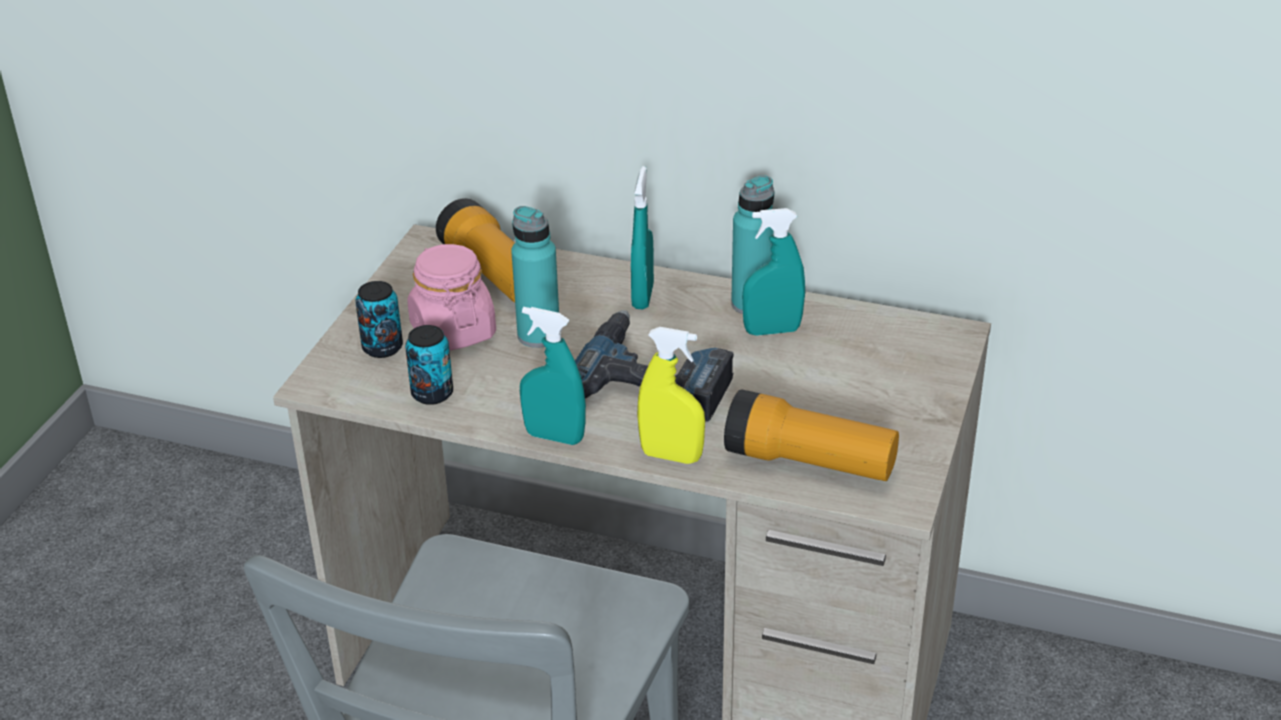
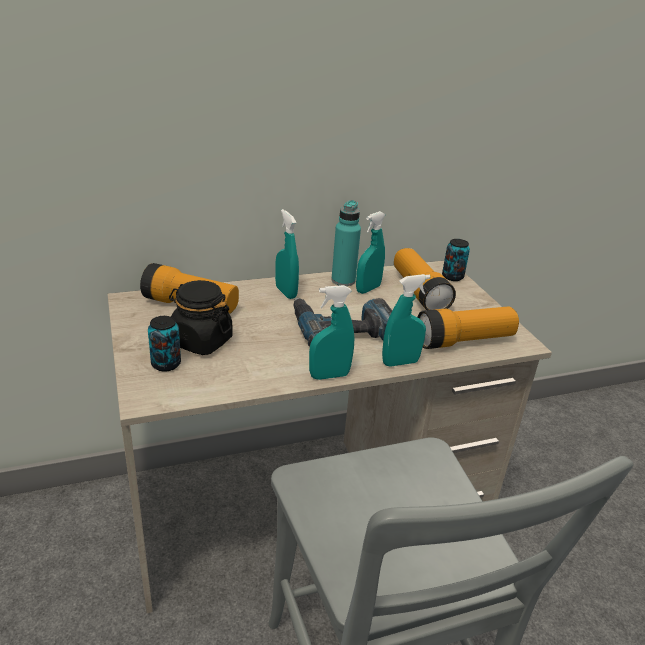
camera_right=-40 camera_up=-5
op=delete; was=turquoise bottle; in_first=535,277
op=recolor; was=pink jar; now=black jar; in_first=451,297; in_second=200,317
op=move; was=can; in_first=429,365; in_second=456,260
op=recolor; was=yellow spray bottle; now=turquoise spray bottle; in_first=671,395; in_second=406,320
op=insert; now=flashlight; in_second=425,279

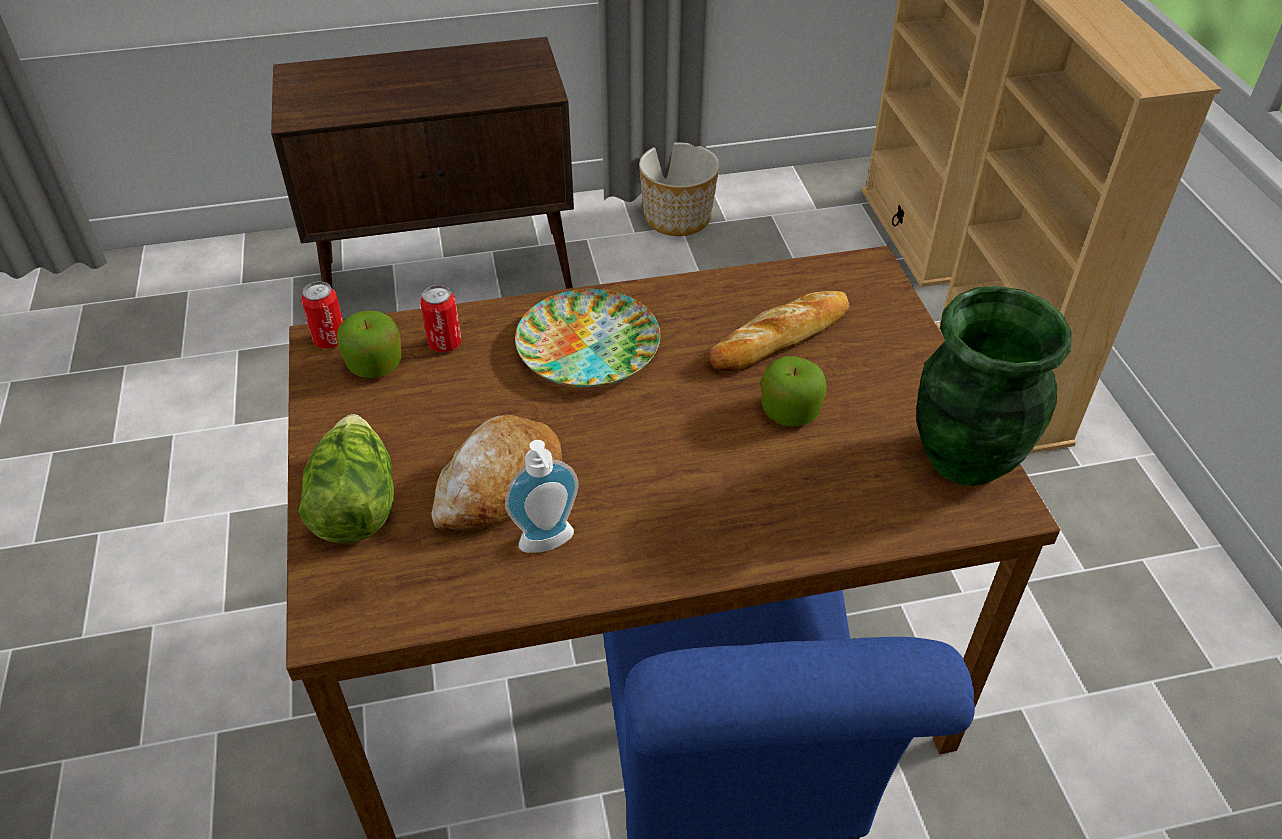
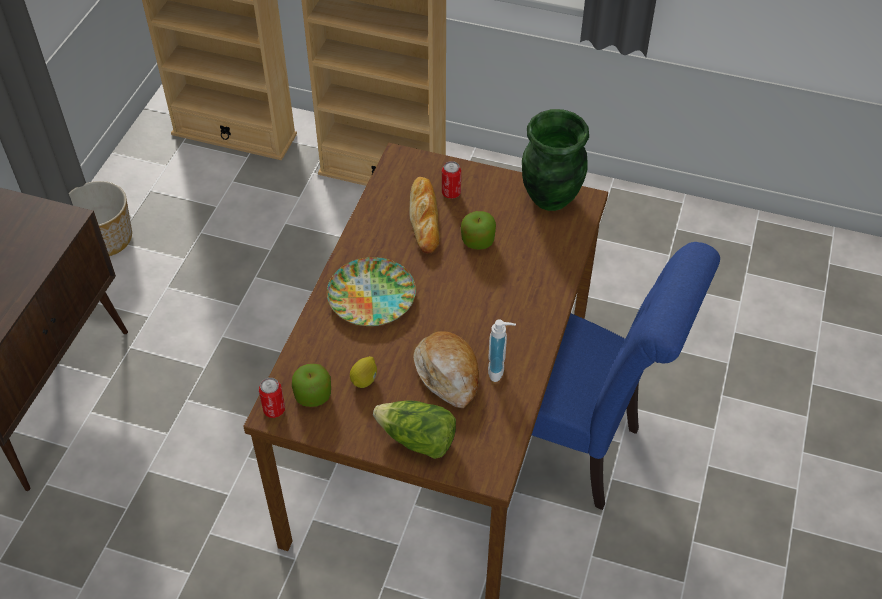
camera_right=-60 camera_up=5
op=move; was=can; in_first=440,318; in_second=451,180
op=insert; now=lemon; in_second=363,372

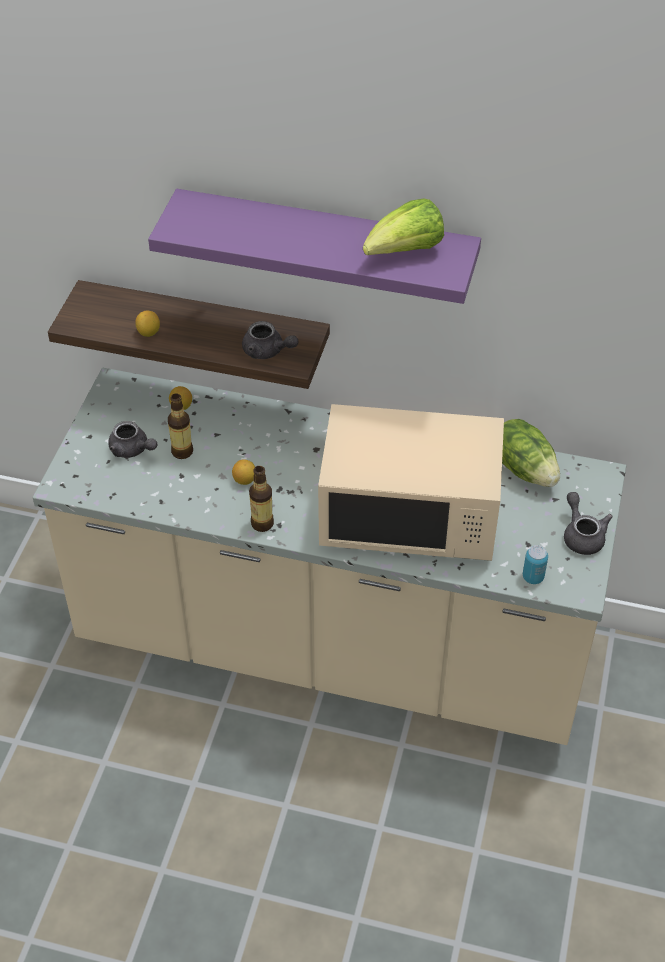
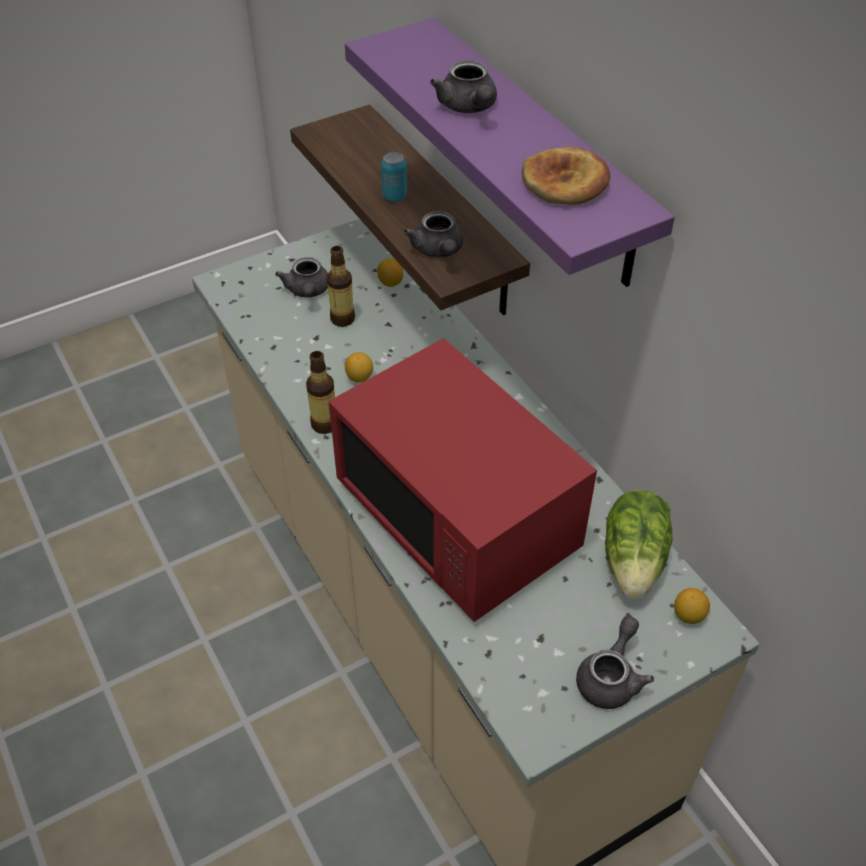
camera_right=45 camera_up=0
op=replace; was=lettuce; now=bread; in_first=403,227; in_second=566,176
op=move; was=lemon; in_first=147,324; in_second=692,606
op=recolor; was=beige microwave; now=red microwave; in_first=411,482; in_second=463,480
op=move; was=can; in_first=535,564; in_second=394,176
op=insert; now=grey teapot; in_second=463,86

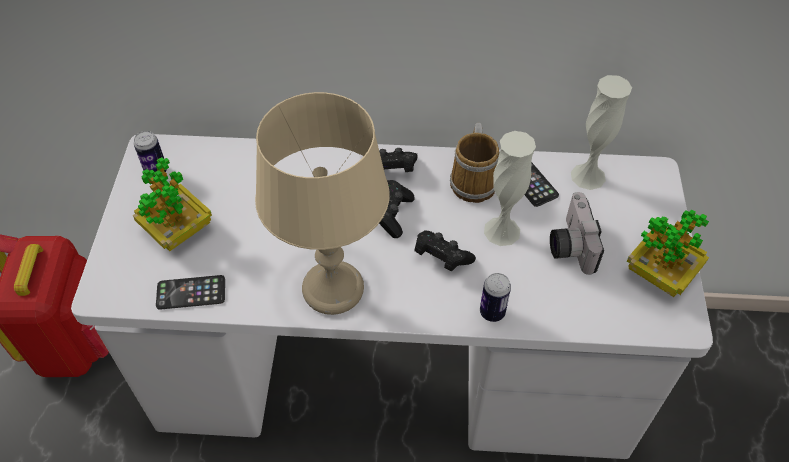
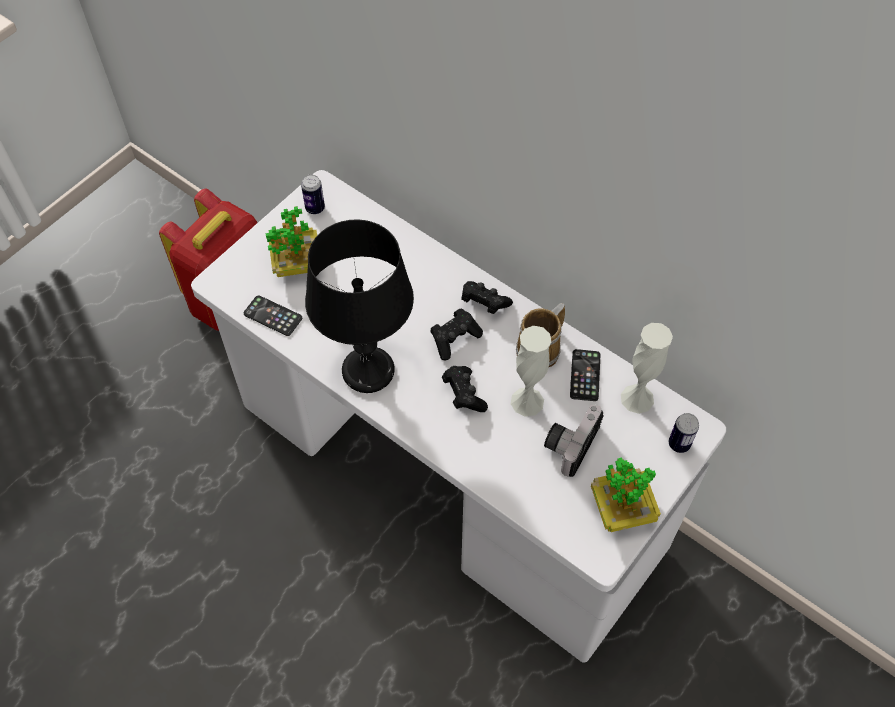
camera_right=35 camera_up=5
op=recolor; was=beige table lamp; now=black table lamp; in_first=322,203; in_second=359,306
op=move; was=can; in_first=495,297; in_second=684,433

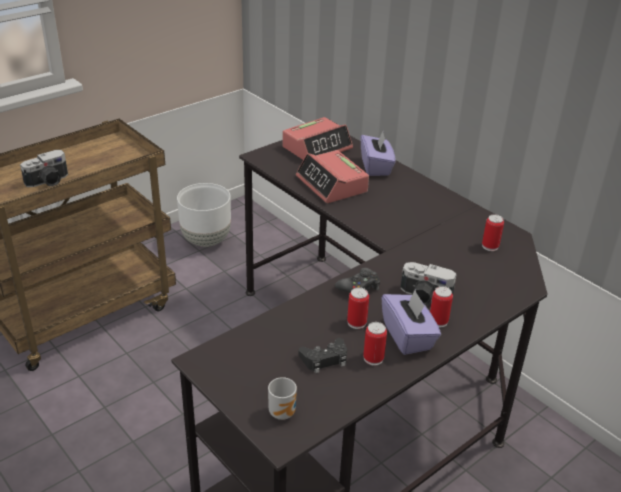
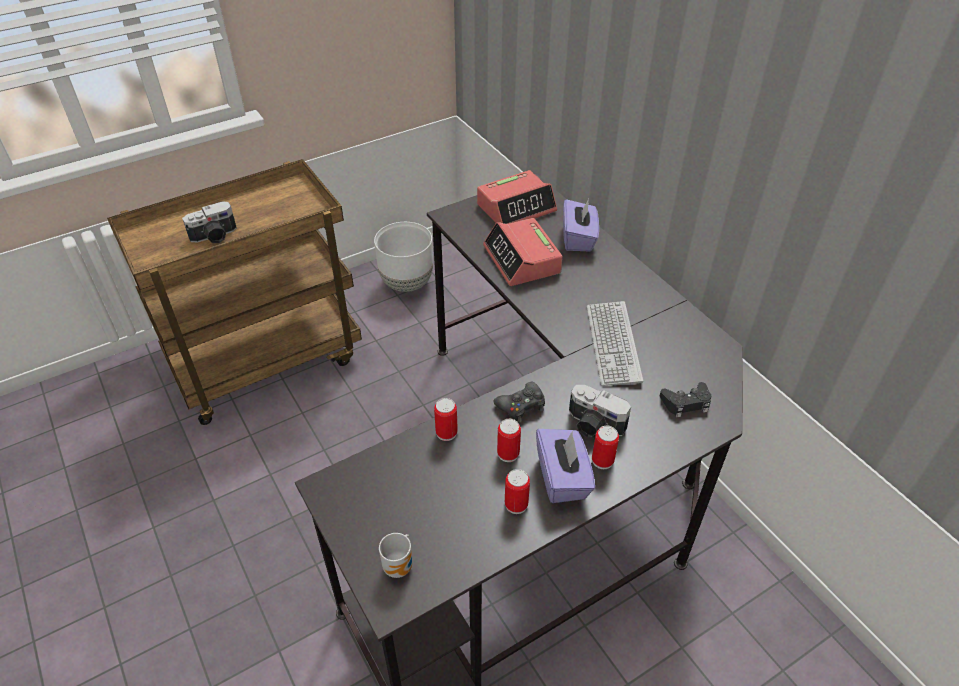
camera_right=10 camera_up=10
op=move; was=can; in_first=493,232; in_second=446,419
op=move; was=black game controller; in_first=322,355; in_second=685,399
op=insert; now=keyboard; in_second=615,343

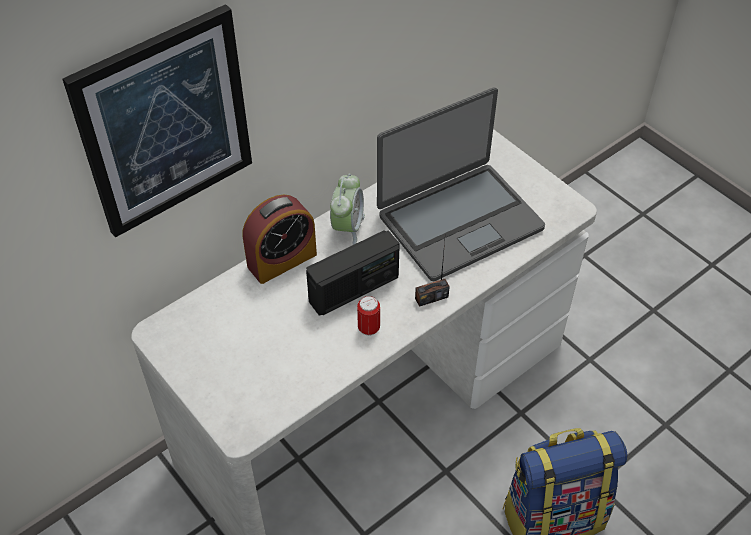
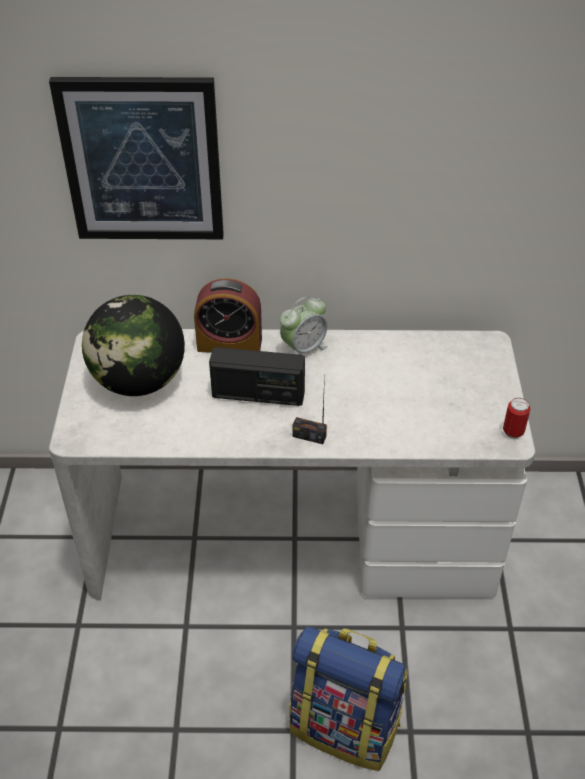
camera_right=40 camera_up=-5
op=delete; was=laptop; in_first=461,184
op=move; was=can; in_first=368,316; in_second=516,418
op=insert; now=globe; in_second=133,345

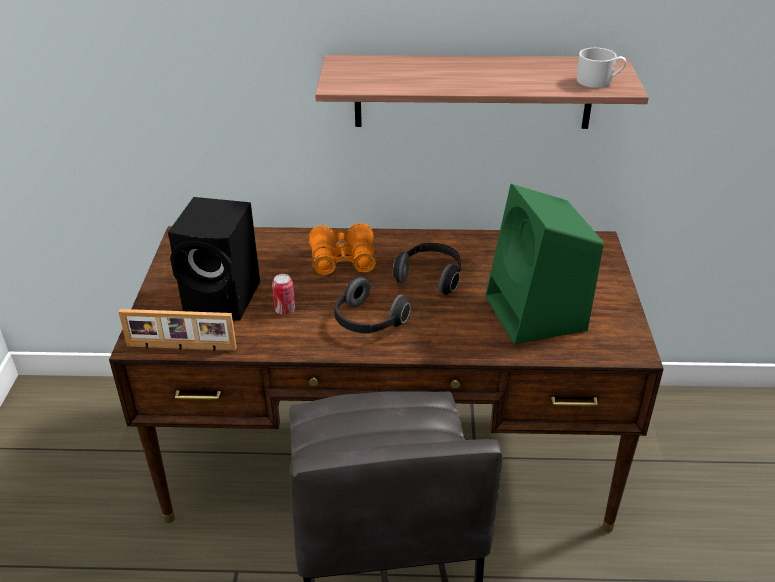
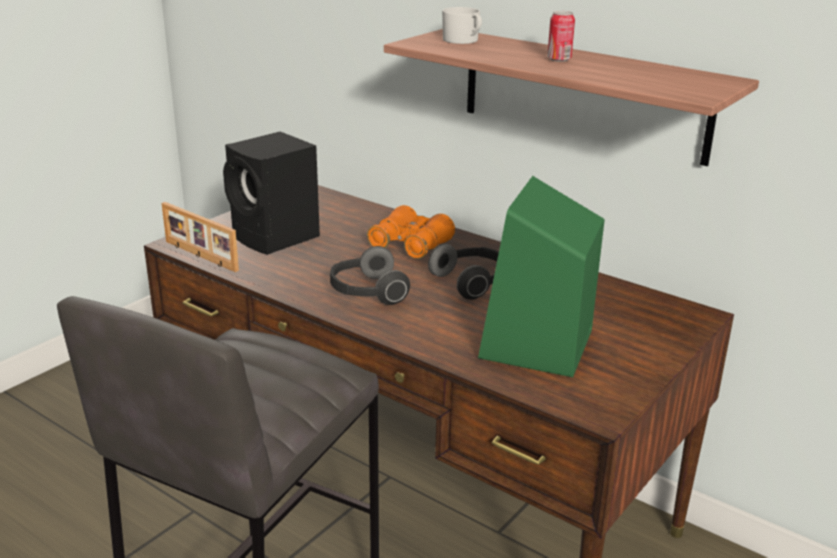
camera_right=35 camera_up=-10
op=move; was=white mug; in_first=601,68; in_second=462,25
op=move; was=can; in_first=283,294; in_second=561,36

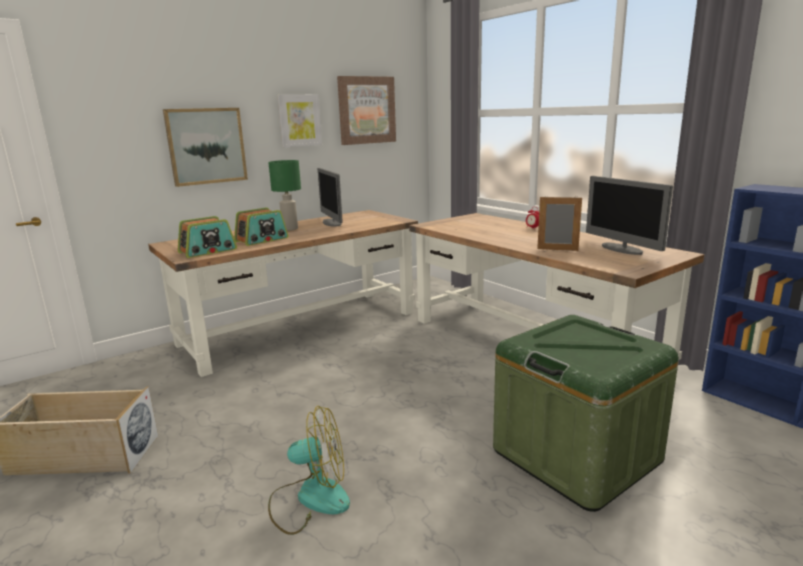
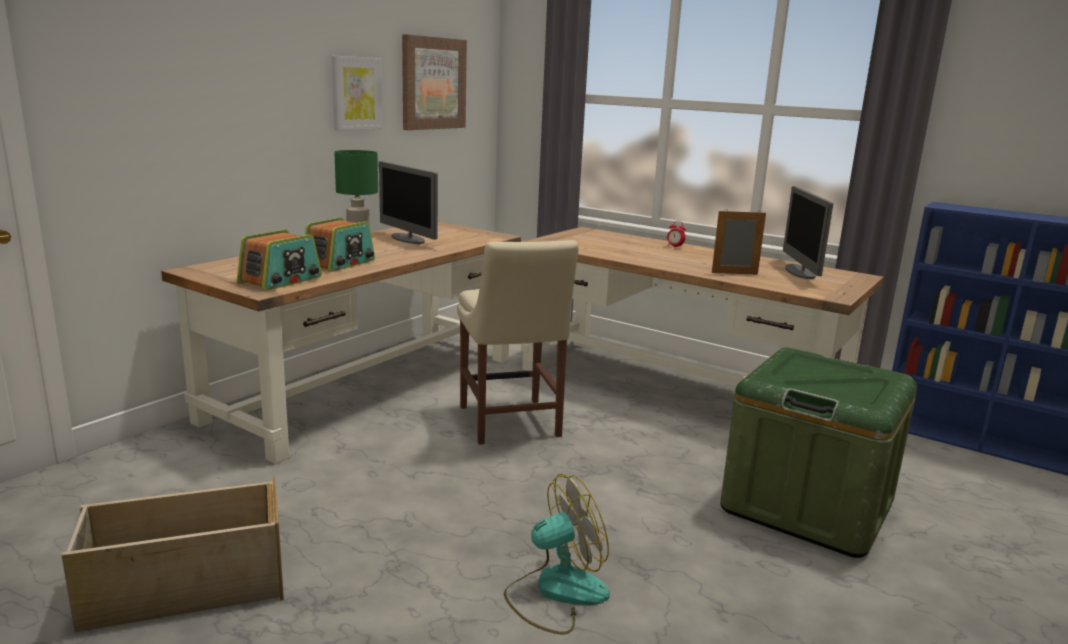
camera_right=-20 camera_up=0
op=delete; was=picture; in_first=205,147
op=rotate; was=monitor; in_first=629,215; in_second=808,232; clockwise=45
op=insert; now=beige chair; in_second=518,342

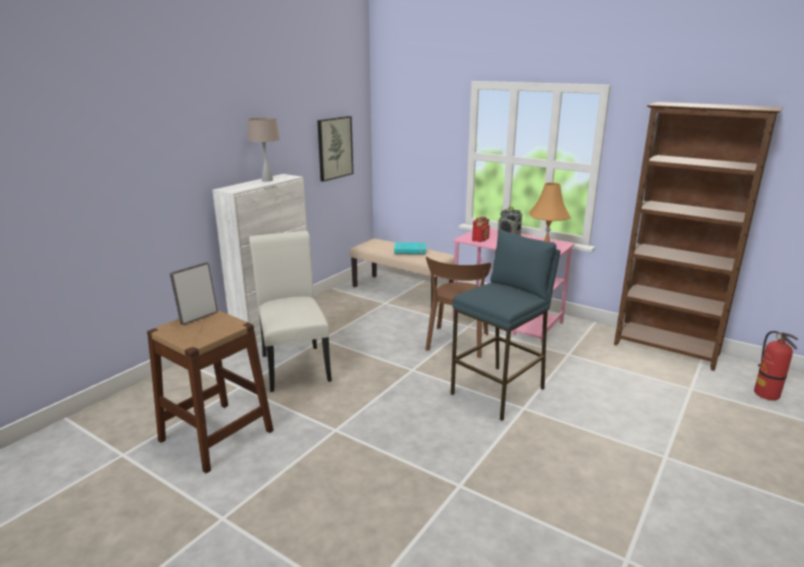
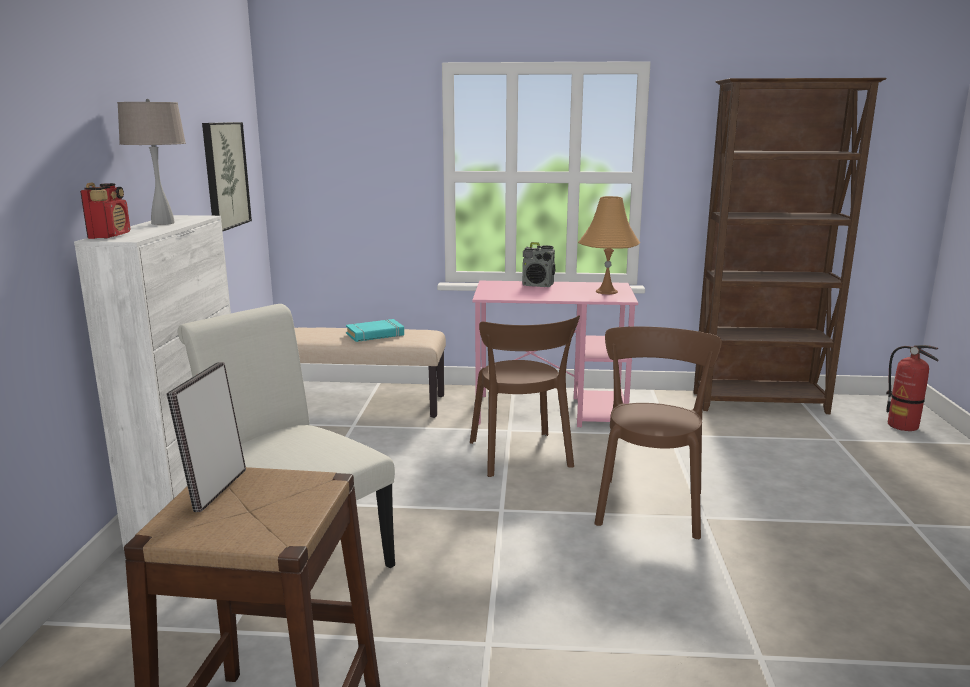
camera_right=-30 camera_up=-5
op=move; was=radio; in_first=481,229; in_second=105,211
op=replace; was=blue stool; now=brown chair; in_first=505,325; in_second=658,432

